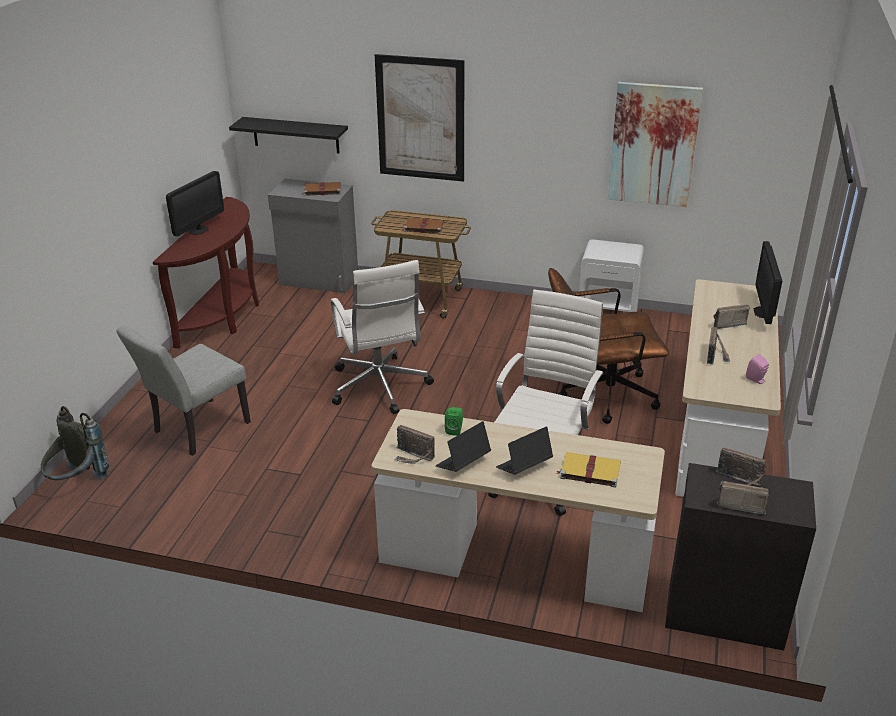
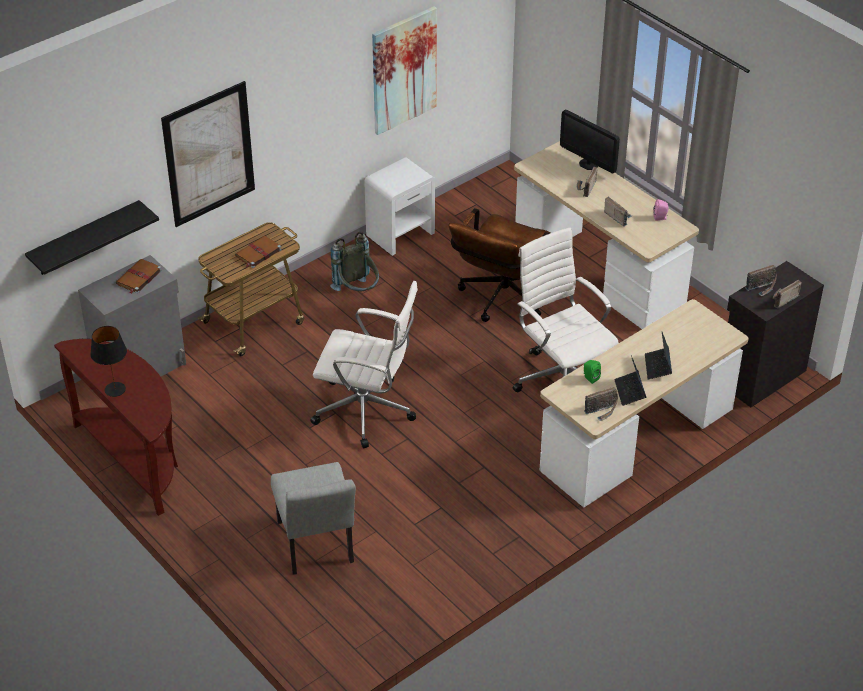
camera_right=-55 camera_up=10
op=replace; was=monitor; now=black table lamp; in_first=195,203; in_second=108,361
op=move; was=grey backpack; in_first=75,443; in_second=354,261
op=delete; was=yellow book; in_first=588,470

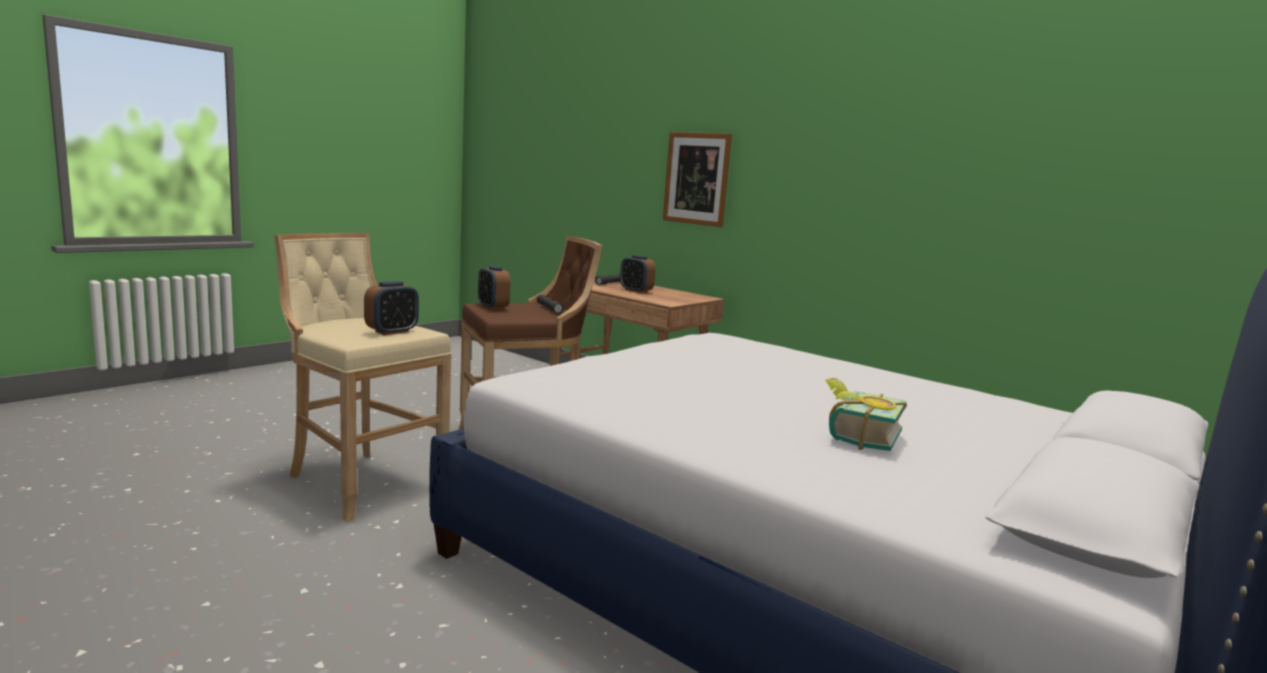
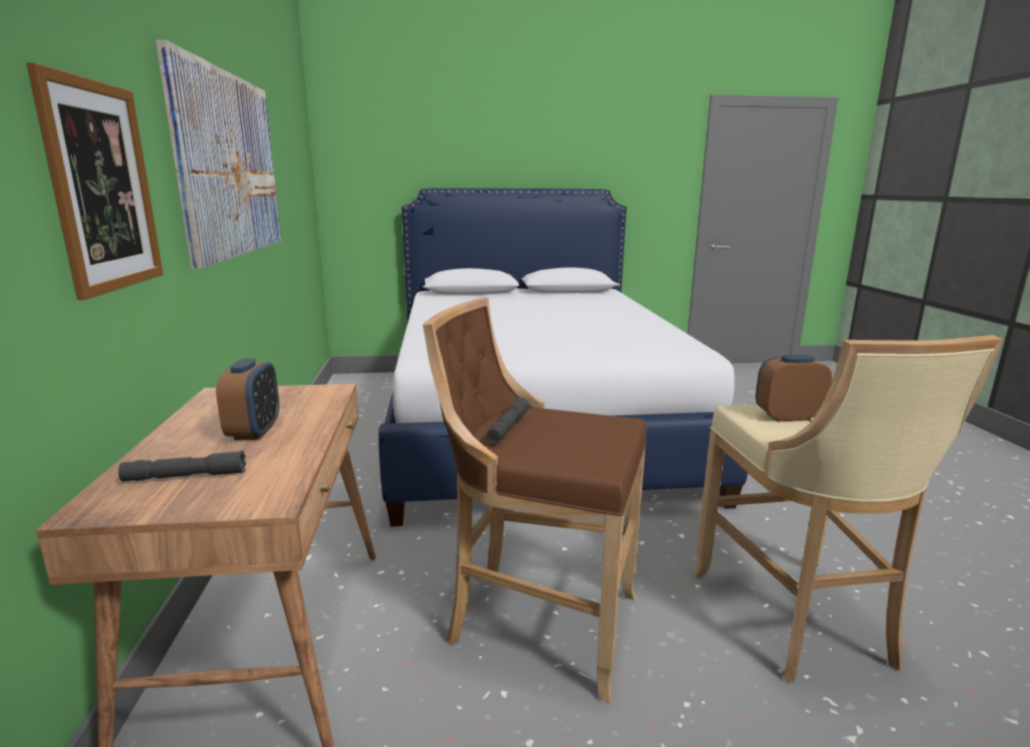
camera_right=-135 camera_up=5
op=delete; was=alarm clock; in_first=494,287
op=delete; was=book; in_first=866,414
op=insert; now=picture; in_second=218,154

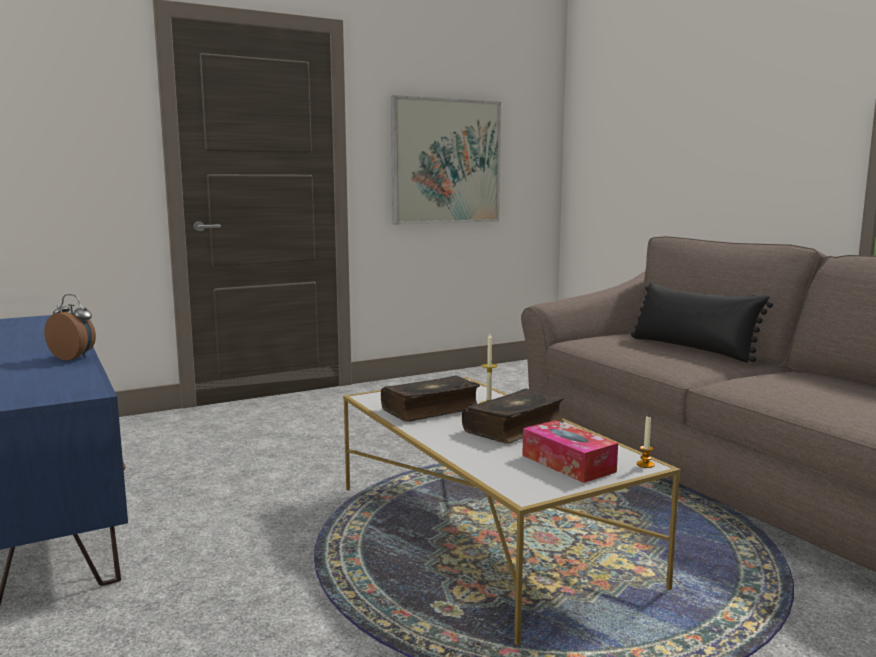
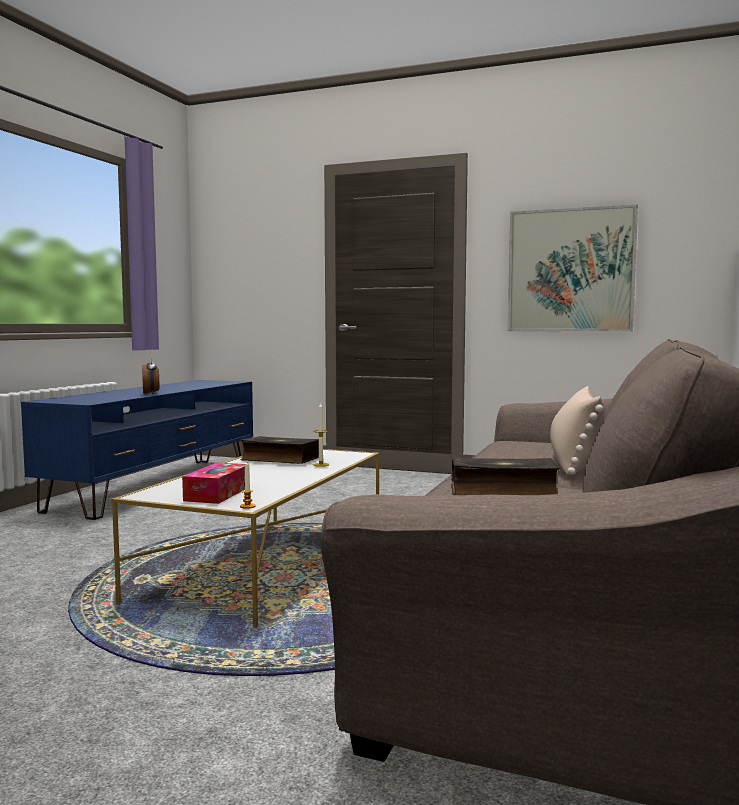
camera_right=50 camera_up=-5
op=recolor; was=black pillow; now=beige pillow; in_first=702,323; in_second=577,430
op=move; was=book; in_first=513,416; in_second=505,476

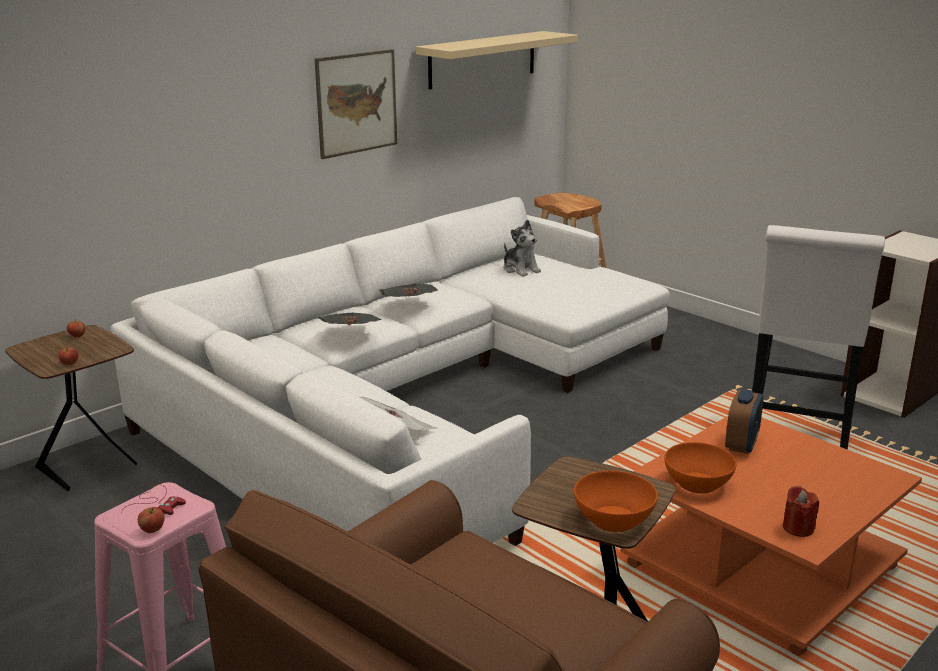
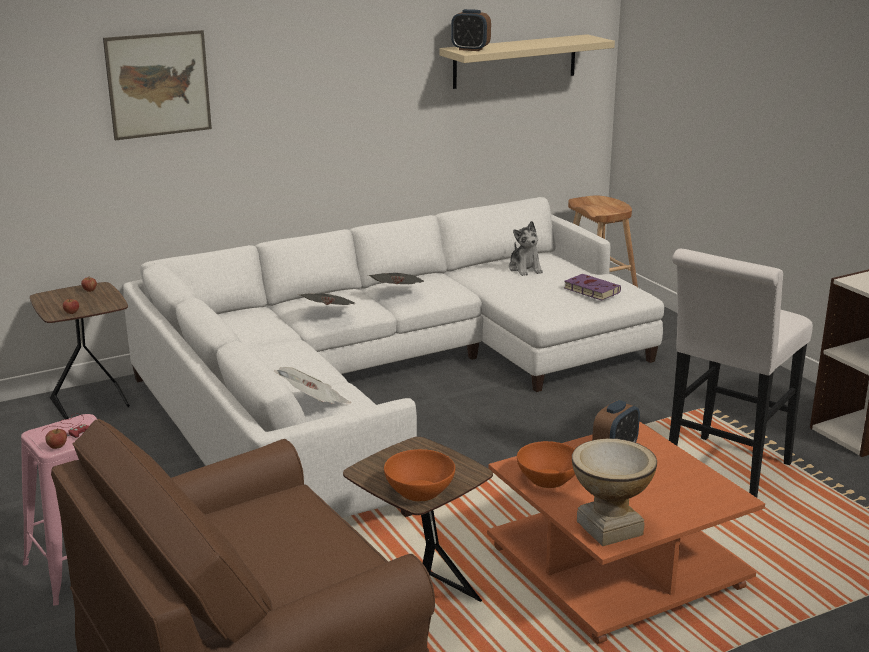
camera_right=15 camera_up=0
op=move; was=picture; in_first=356,104; in_second=157,85
op=replace; was=red candle; now=vase; in_first=801,511; in_second=614,492
op=insert; now=alarm clock; in_second=471,30
op=insert; now=purple book; in_second=592,287

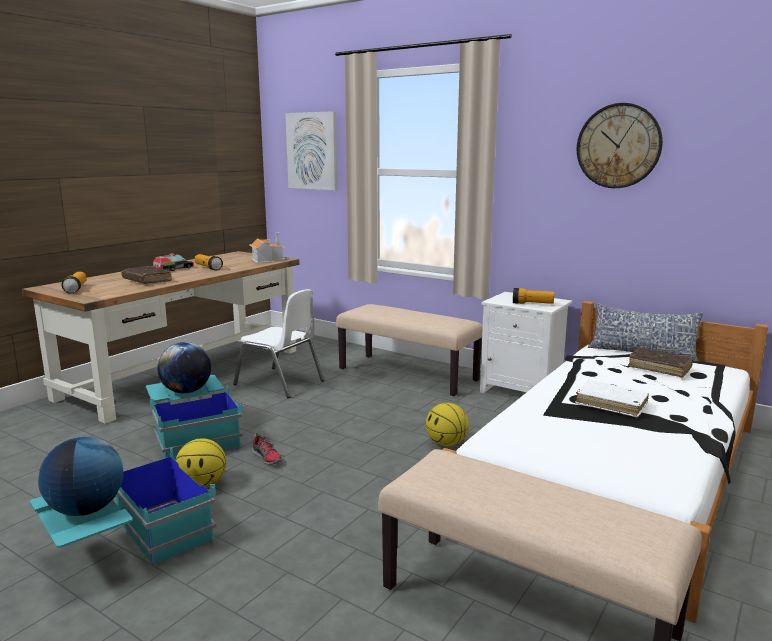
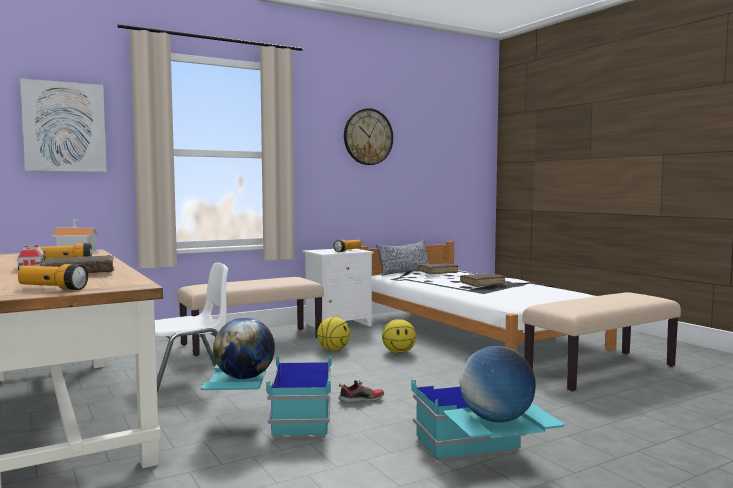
camera_right=-65 camera_up=-10
op=recolor; was=white book; now=brown book; in_first=612,398; in_second=482,280
op=move; was=basketball; in_first=200,463; in_second=333,334

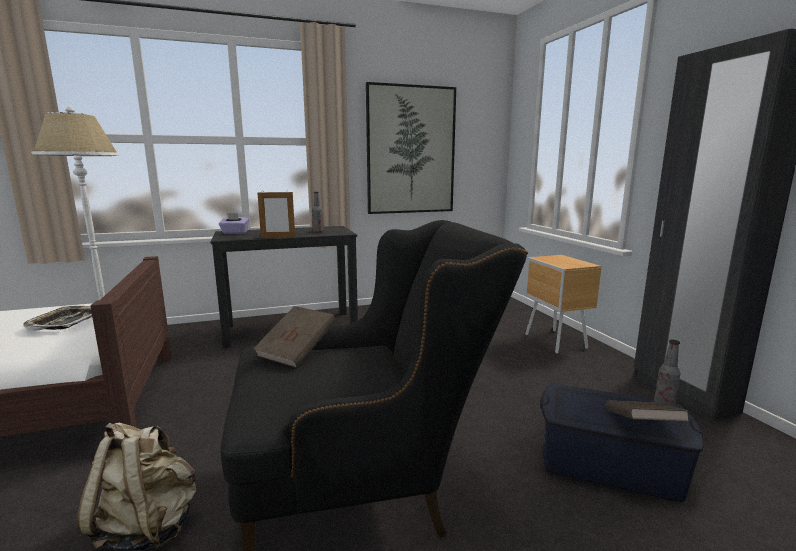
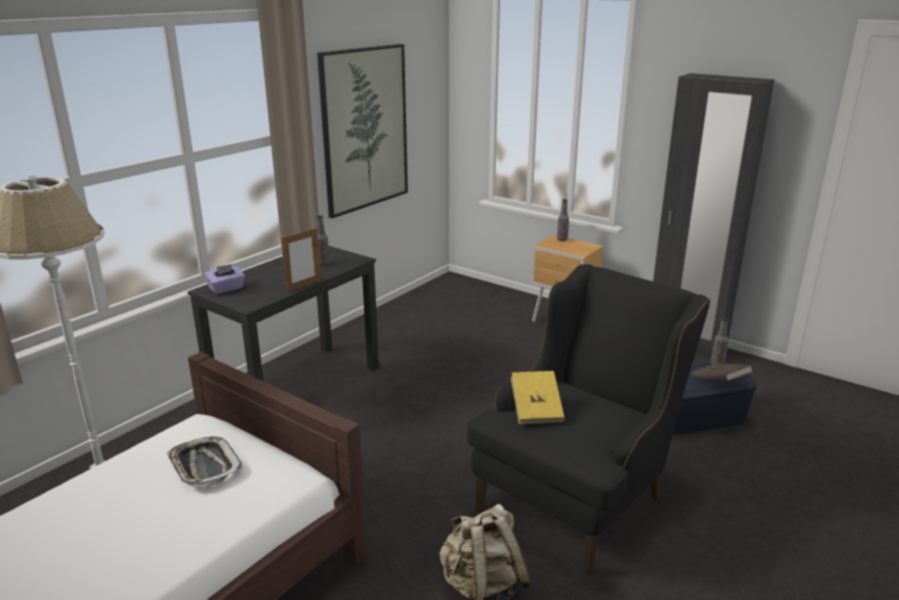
camera_right=-35 camera_up=10
op=recolor; was=brown book; now=yellow book; in_first=294,337; in_second=538,397
op=insert; now=bottle; in_second=563,220

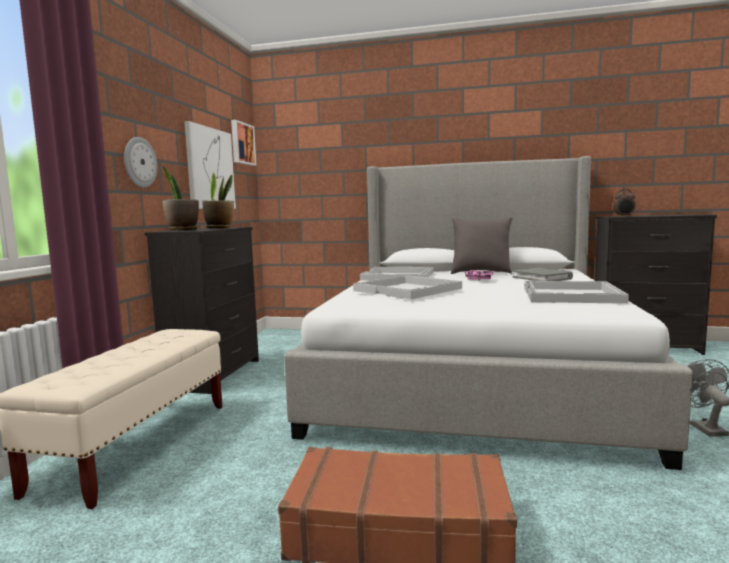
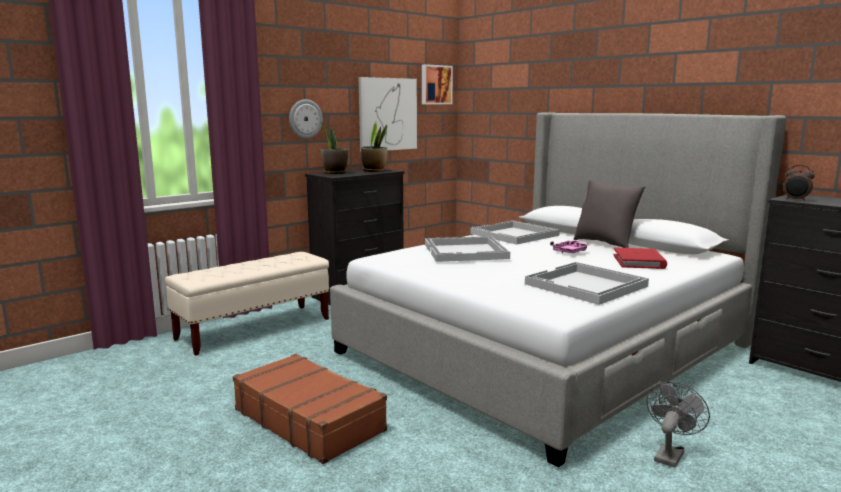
camera_right=35 camera_up=5
op=recolor; was=grey book; now=red book; in_first=543,274; in_second=640,258

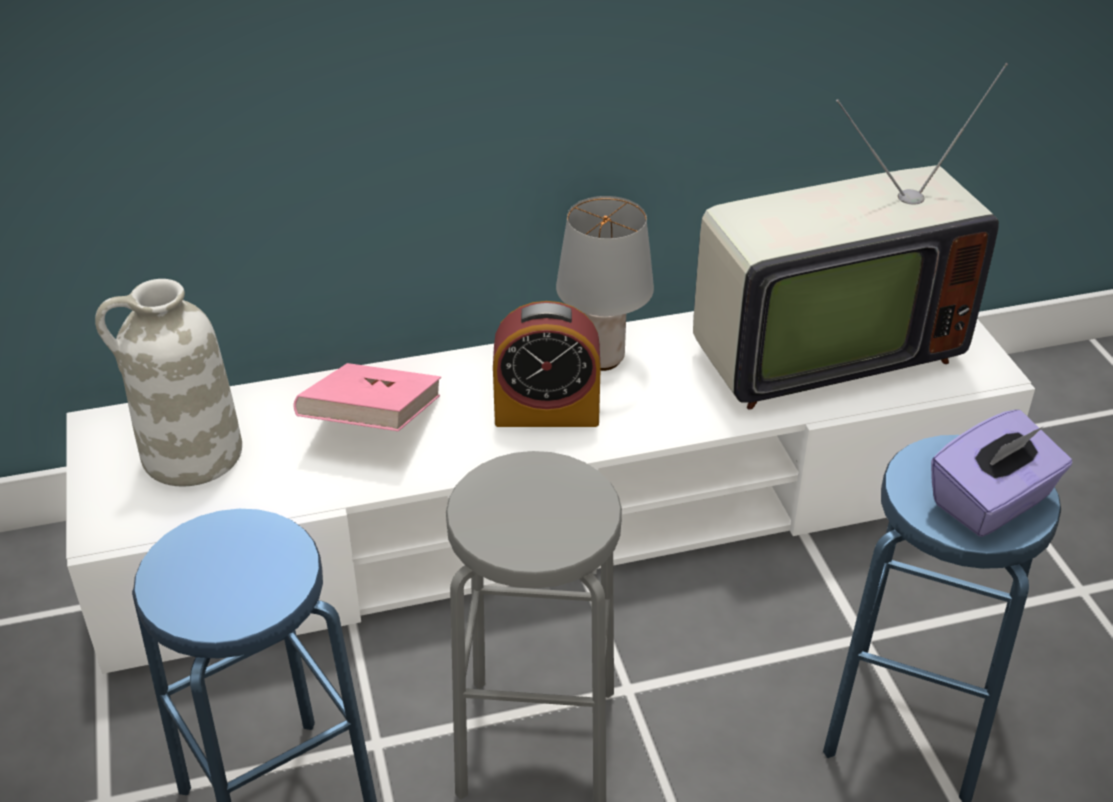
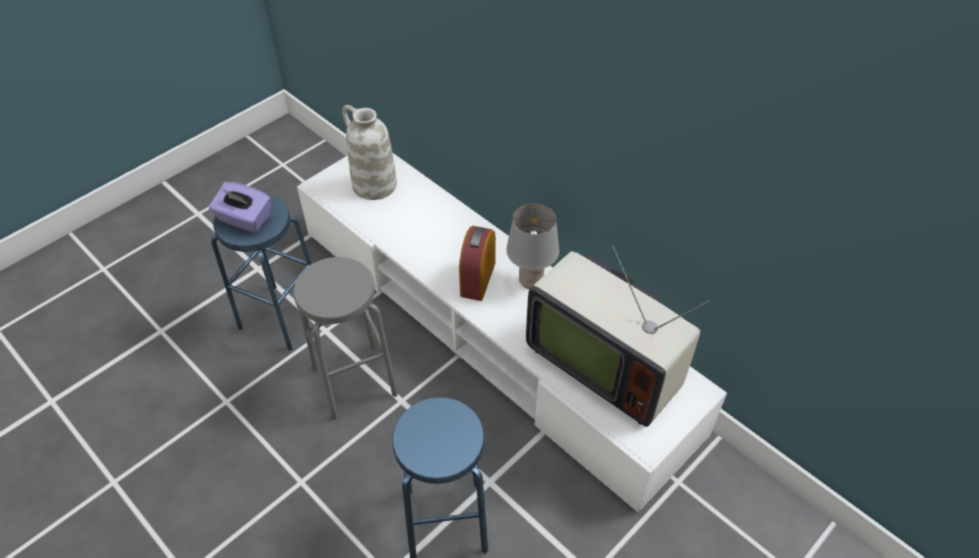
camera_right=60 camera_up=10
op=rotate; was=alarm clock; in_first=547,364; in_second=477,263; clockwise=45
op=delete; was=pink book; in_first=367,397
op=move; was=purple tissue box; in_first=1001,473; in_second=240,207

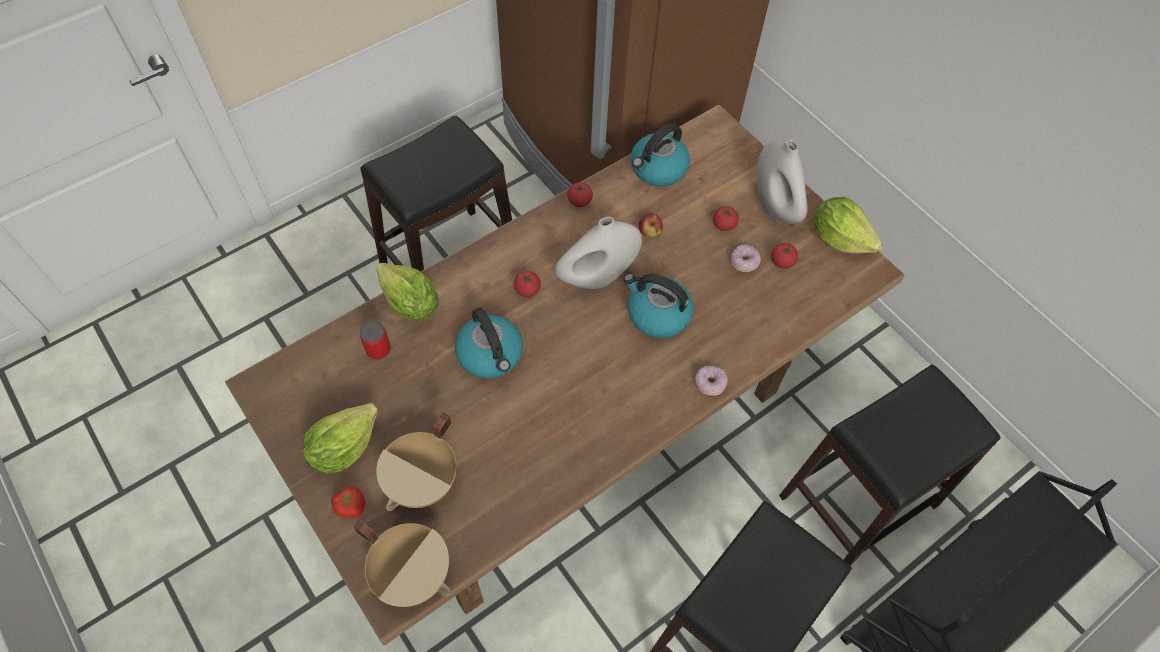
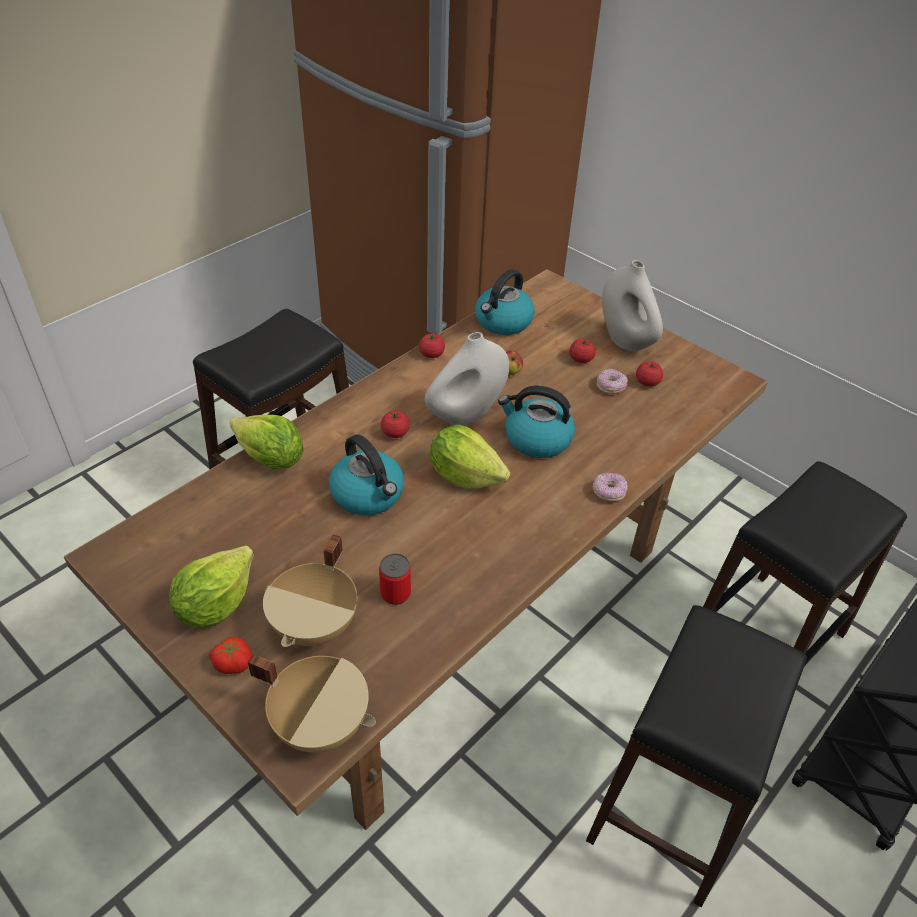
camera_right=-10 camera_up=-15
op=move; was=lettuce; in_first=848,225; in_second=470,457
op=move; was=can; in_first=375,340; in_second=395,579

